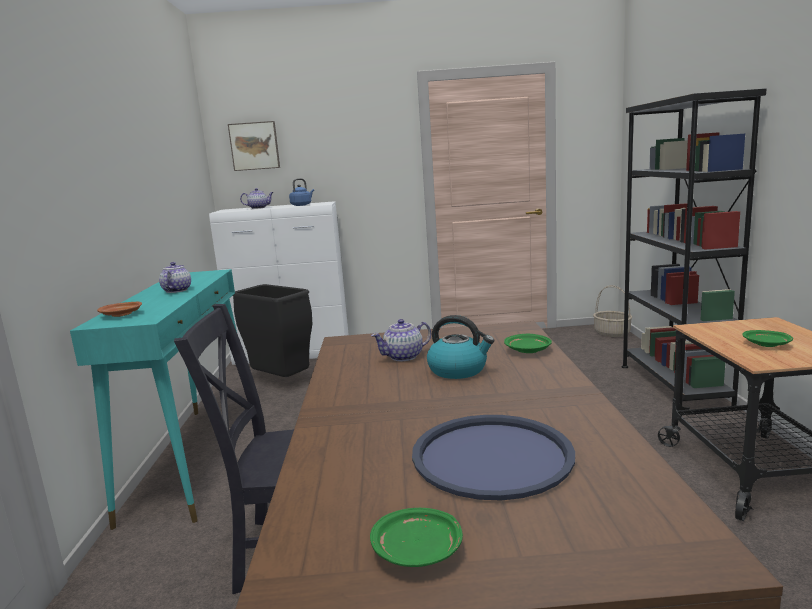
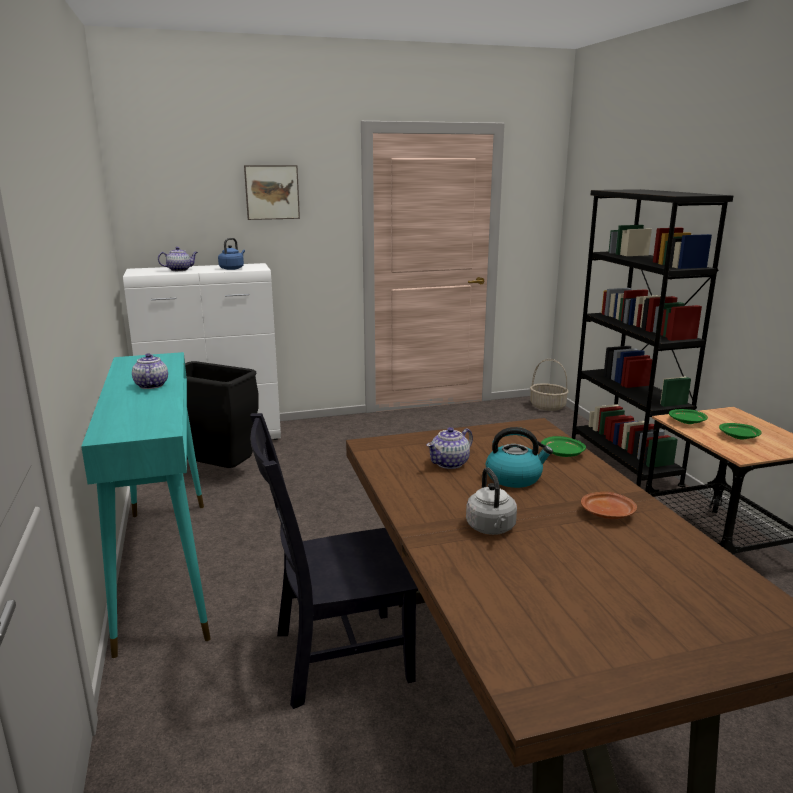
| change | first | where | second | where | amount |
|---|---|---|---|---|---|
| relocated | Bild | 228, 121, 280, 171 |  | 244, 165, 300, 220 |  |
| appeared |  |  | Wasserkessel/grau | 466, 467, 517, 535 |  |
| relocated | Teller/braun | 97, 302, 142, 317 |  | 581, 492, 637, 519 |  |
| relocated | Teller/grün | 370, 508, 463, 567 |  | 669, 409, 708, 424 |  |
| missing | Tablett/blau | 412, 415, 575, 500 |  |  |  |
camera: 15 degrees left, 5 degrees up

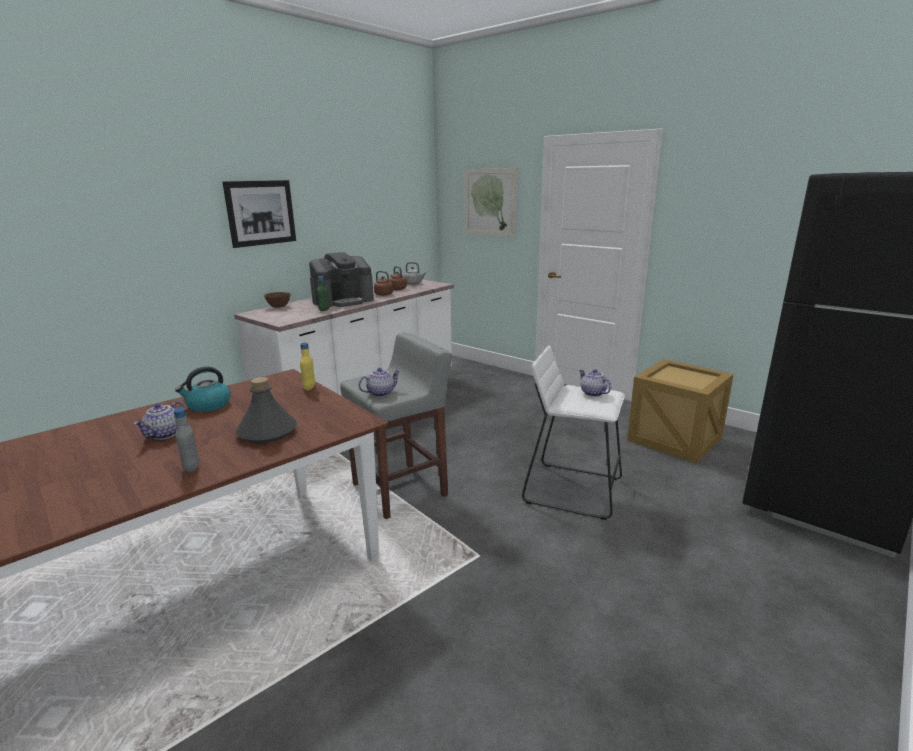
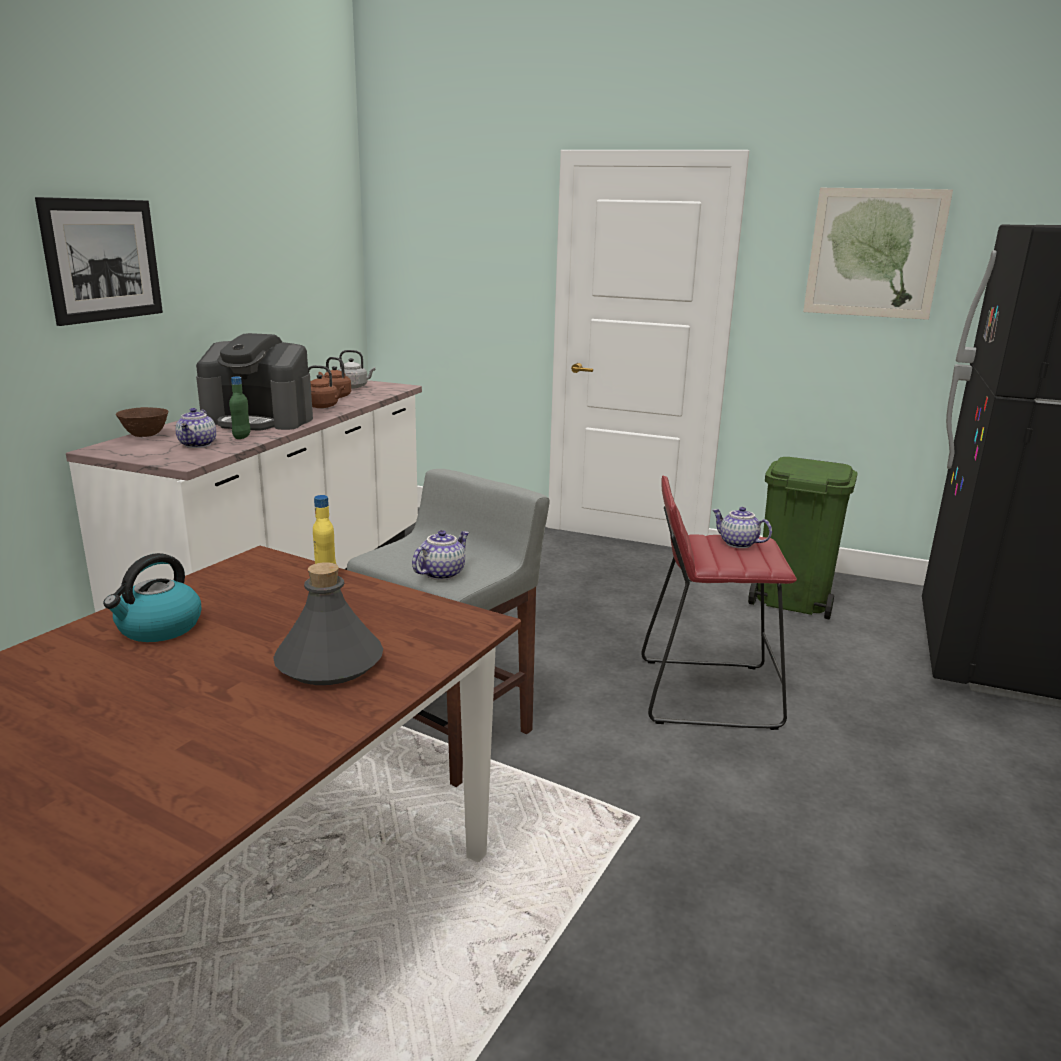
| change | first | where | second | where | amount |
|---|---|---|---|---|---|
| relocated | Teekanne | 134, 401, 185, 440 |  | 175, 408, 216, 448 |  |
| spun | Kaffeemaschine | 309, 252, 374, 307 |  | 196, 333, 313, 431 | 60 degrees clockwise |
| colour | Hocker/weiß | 522, 345, 625, 520 | Hocker/rot | 641, 475, 797, 730 |  |
| exchanged | Kiste | 627, 359, 734, 464 | Mülleimer/grün | 748, 457, 858, 619 |  |
| relocated | Bild | 465, 168, 517, 237 |  | 803, 188, 953, 320 |  |
| missing | Flasche/grau | 173, 408, 199, 473 |  |  |  |
camera: 20 degrees left, 0 degrees up

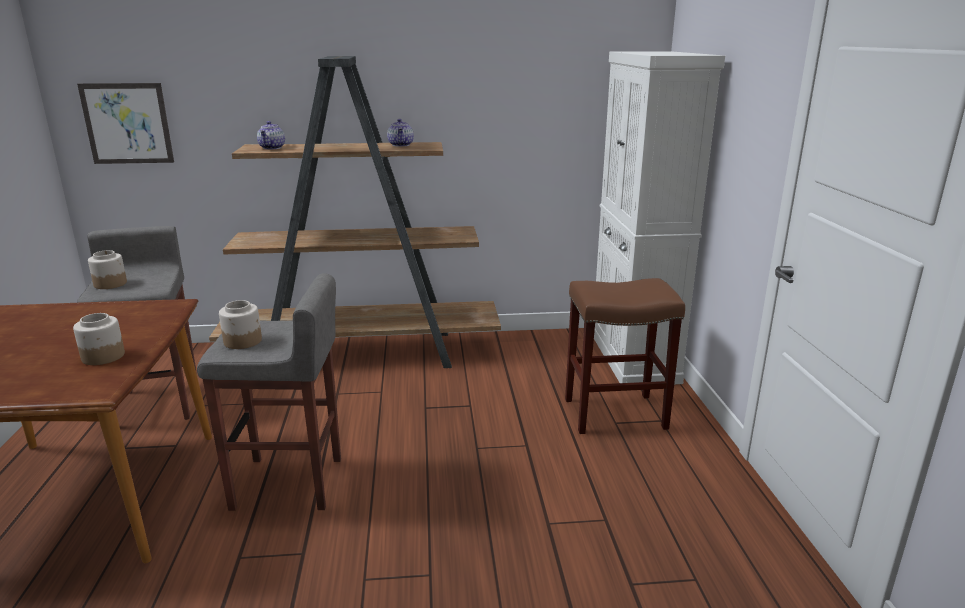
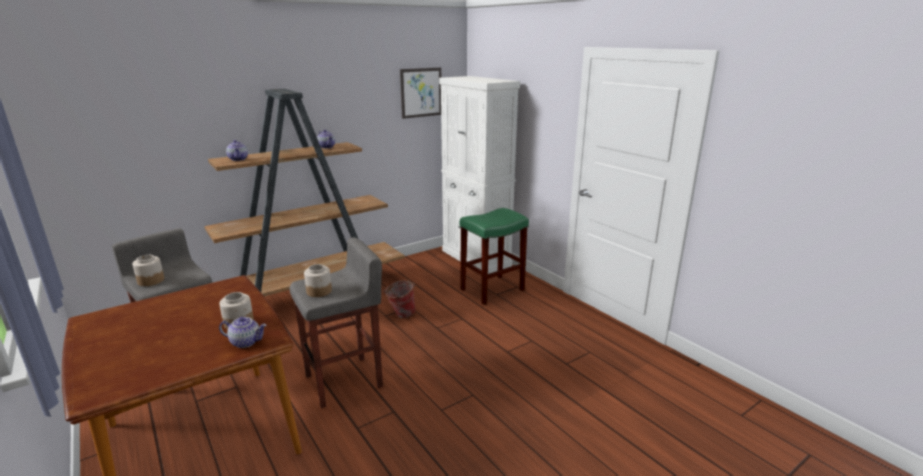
| change | first | where | second | where | amount |
|---|---|---|---|---|---|
| appeared |  |  | Teekanne | 219, 317, 267, 348 |  |
| appeared |  |  | Eimer | 383, 280, 416, 319 |  |
| relocated | Bild | 77, 83, 174, 164 |  | 400, 67, 441, 119 |  |
| colour | Hocker/braun | 565, 278, 685, 434 | Hocker/grün | 460, 208, 529, 305 |  |
camera: 30 degrees left, 0 degrees up

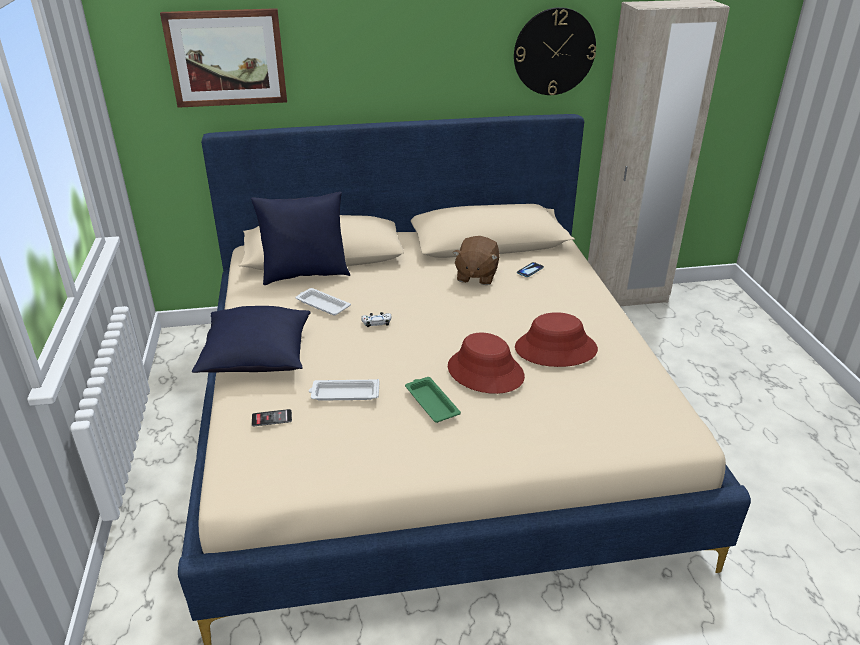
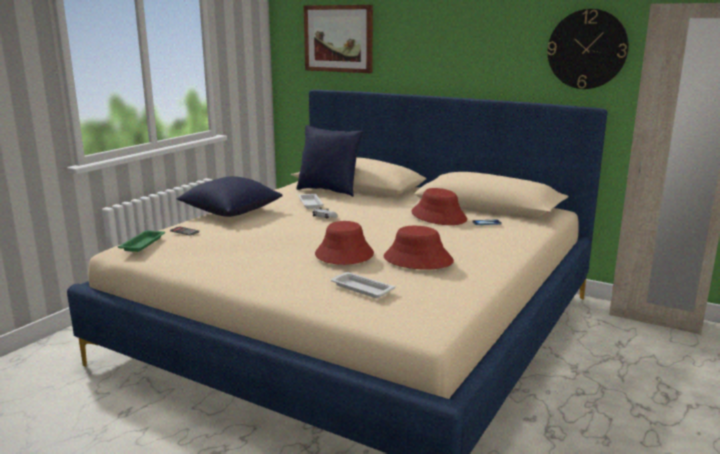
| change | first | where | second | where | amount |
|---|---|---|---|---|---|
| relocated | Tablett/grün | 405, 377, 461, 423 |  | 118, 230, 165, 252 |  |
| relocated | Tablett/weiß | 309, 379, 380, 401 |  | 331, 272, 395, 298 |  |
| exchanged | Plüschtier/braun | 453, 236, 500, 285 | Hut/rot | 411, 188, 467, 225 |  |
camera: 40 degrees right, 15 degrees down

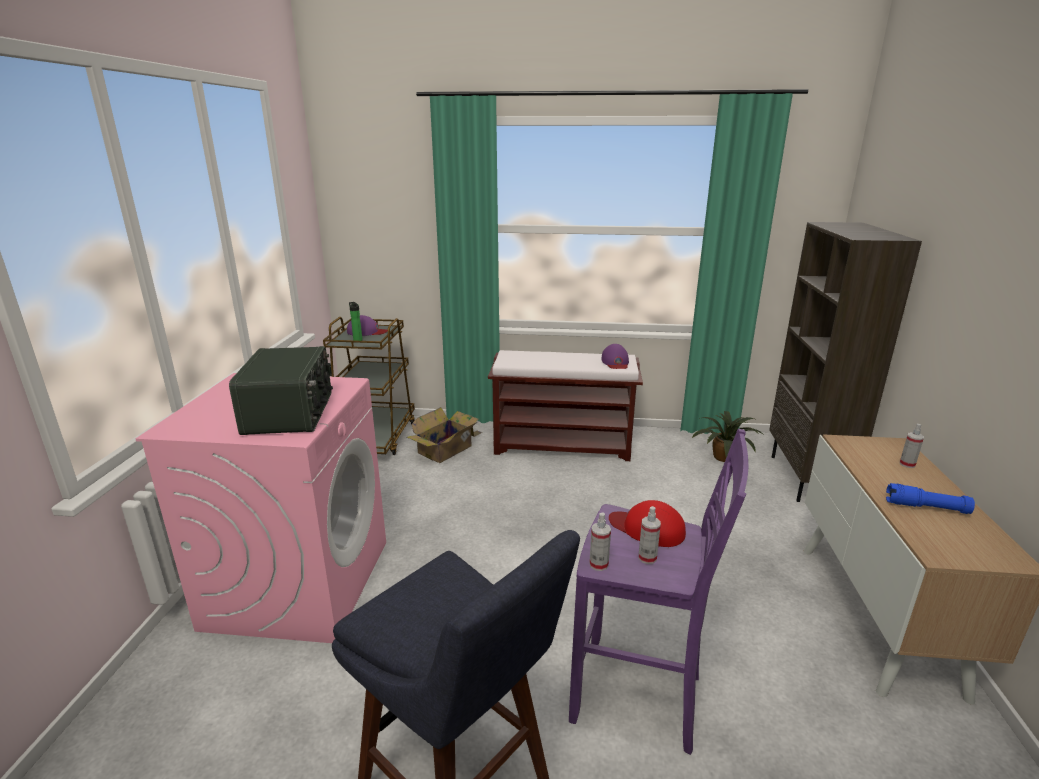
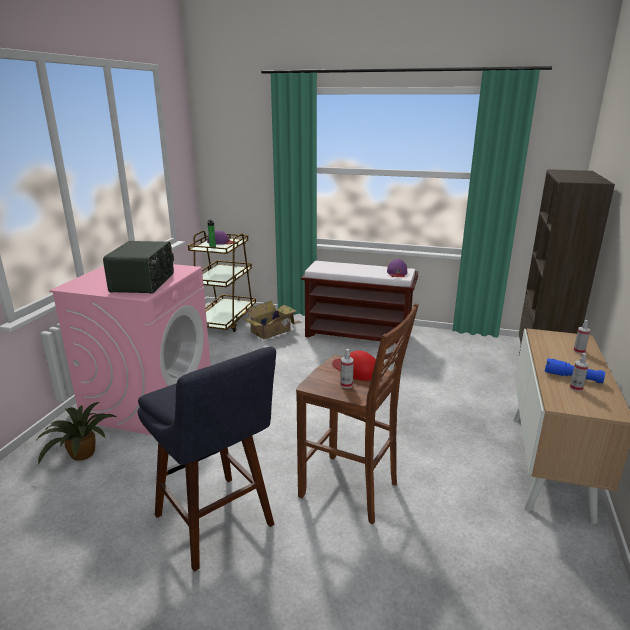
| change | first | where | second | where | amount |
|---|---|---|---|---|---|
| relocated | Topfpflanze | 691, 411, 766, 462 |  | 37, 402, 118, 465 |  |
| colour | Hocker/lila | 569, 429, 748, 755 | Hocker/braun | 296, 303, 419, 524 |  |
| relocated | Sprühflasche | 589, 513, 611, 571 |  | 570, 353, 589, 391 |  |
camera: 10 degrees right, 0 degrees up

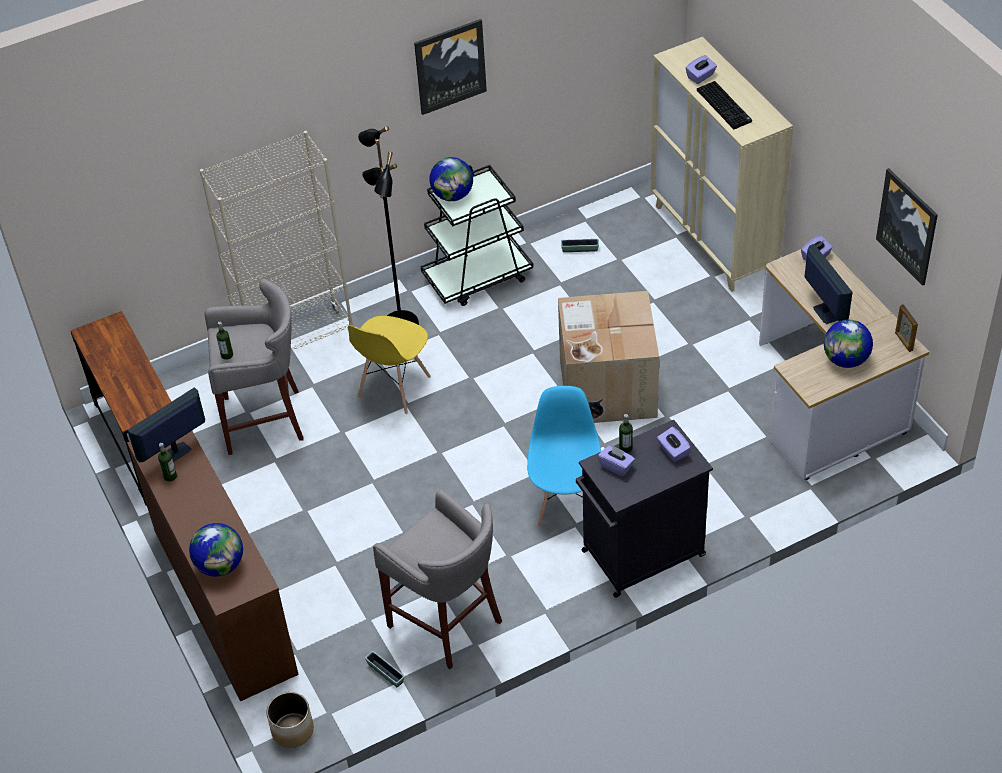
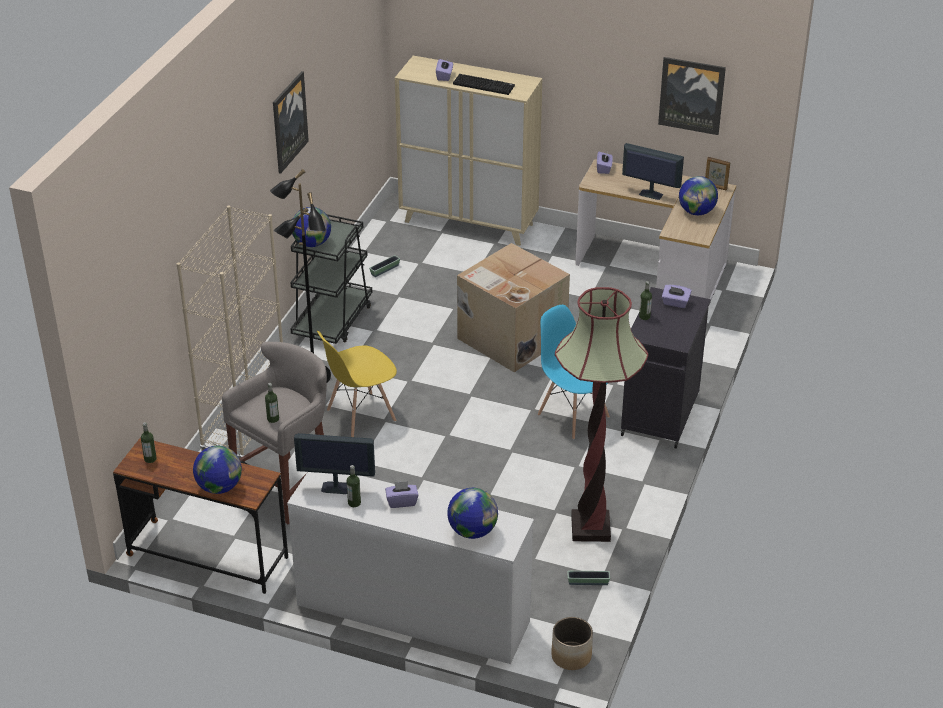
| change | first | where | second | where | amount |
|---|---|---|---|---|---|
| appeared |  |  | Flasche | 141, 422, 157, 463 |  |
| appeared |  |  | Globus | 193, 446, 242, 494 |  |
| colour | Kommode/braun | 127, 431, 299, 701 | Kommode/weiß | 287, 472, 534, 664 |  |
| spun | Monitor | 127, 387, 205, 462 |  | 294, 433, 375, 494 | 90 degrees counterclockwise |
| spun | Stuhl/gelb | 348, 316, 431, 414 |  | 317, 331, 397, 437 | 75 degrees clockwise |
| relocated | Taschentuchbox/lila | 598, 446, 635, 476 |  | 385, 481, 419, 508 |  |
| exchanged | Hocker/grau | 373, 490, 502, 670 | Stehlampe | 555, 287, 648, 542 |  |
camera: 45 degrees left, 10 degrees down

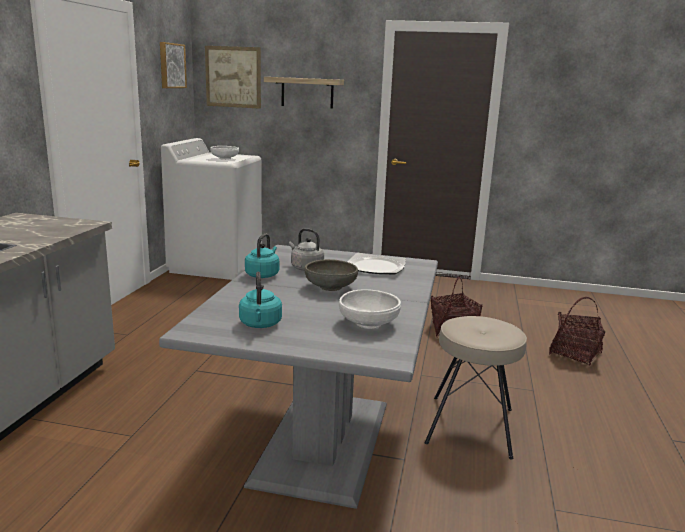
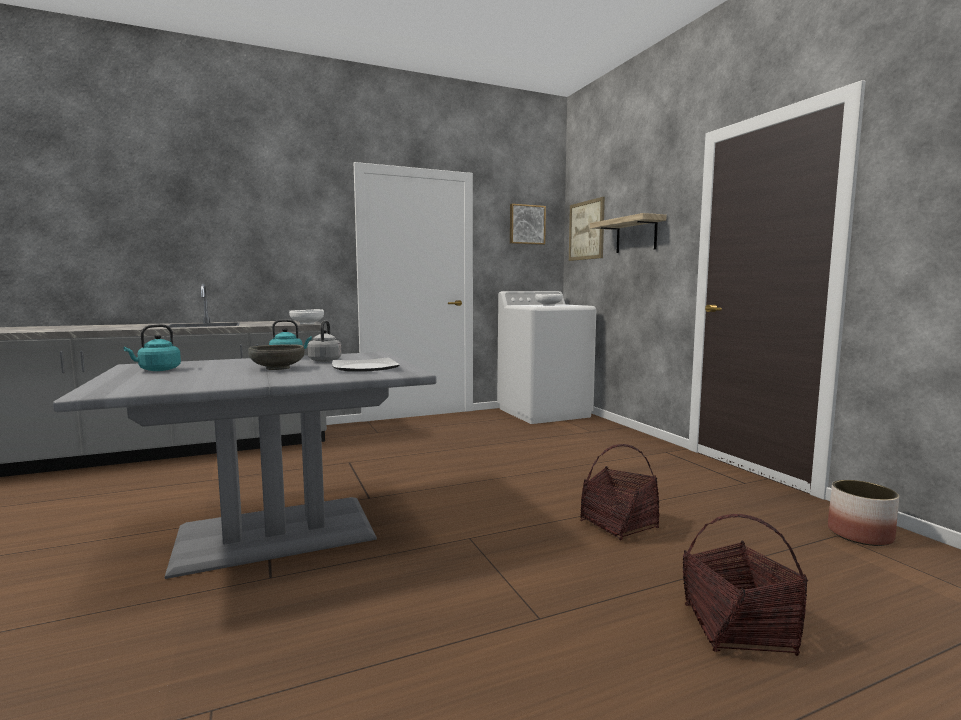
| change | first | where | second | where | amount |
|---|---|---|---|---|---|
| relocated | Schüssel/weiß | 339, 289, 401, 329 |  | 289, 309, 324, 324 |  |
| appeared |  |  | Pflanzkübel | 828, 480, 899, 546 |  |
| missing | Hocker/beige | 424, 316, 527, 459 |  |  |  |
camera: 55 degrees right, 10 degrees down

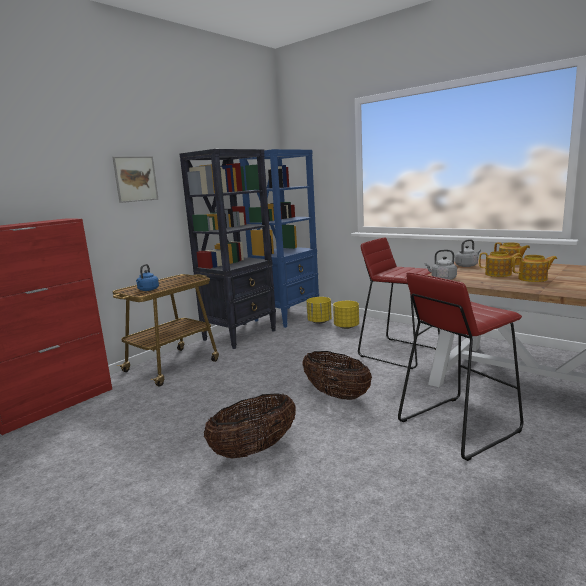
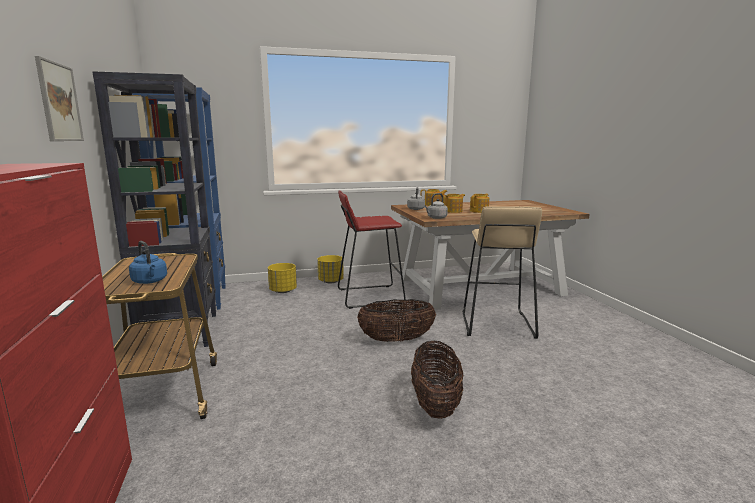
| change | first | where | second | where | amount |
|---|---|---|---|---|---|
| relocated | Pflanzkübel/gelb | 306, 297, 332, 324 |  | 317, 255, 344, 283 |  |
| colour | Hocker/rot | 398, 272, 523, 461 | Hocker/beige | 462, 206, 542, 339 |  |
camera: 55 degrees left, 0 degrees up

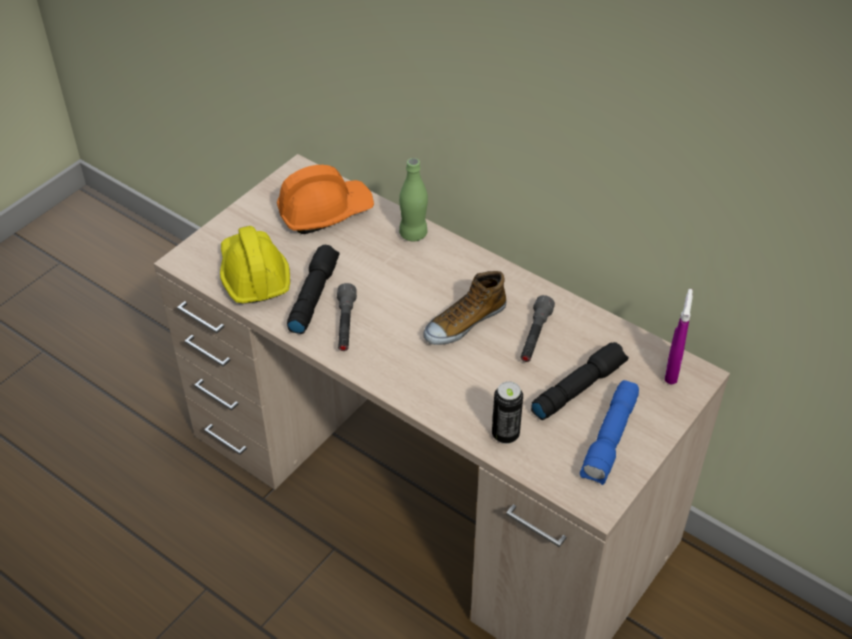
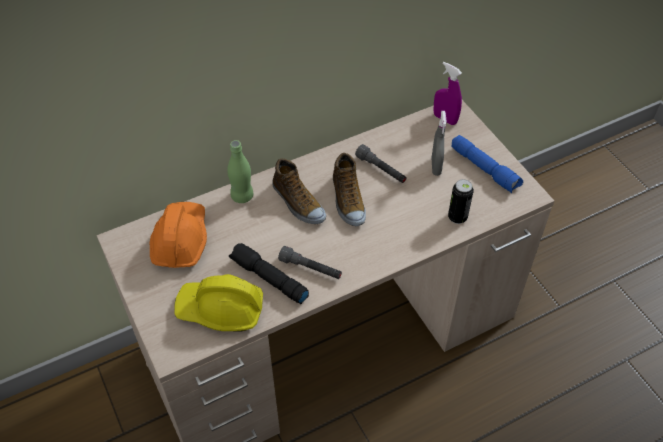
| change | first | where | second | where | amount |
|---|---|---|---|---|---|
| appeared |  |  | Schuh | 272, 159, 326, 224 |  |
| exchanged | Taschenlampe/schwarz | 531, 342, 628, 420 | Sprühflasche/grau | 432, 111, 446, 176 |  |
camera: 65 degrees left, 5 degrees up

